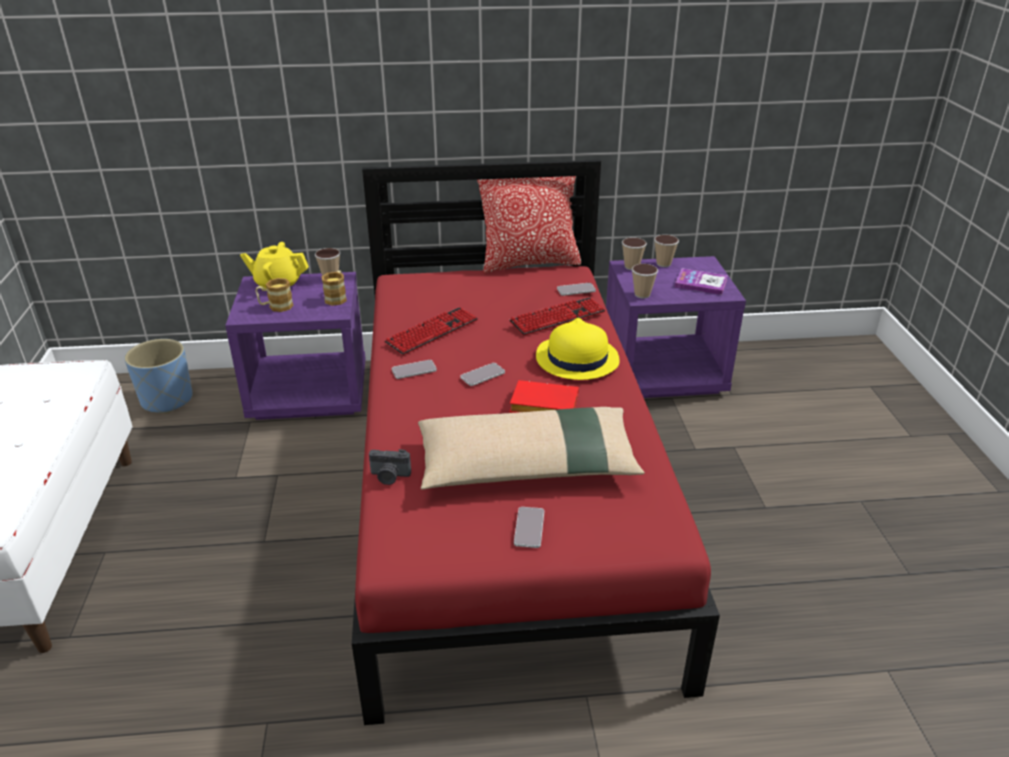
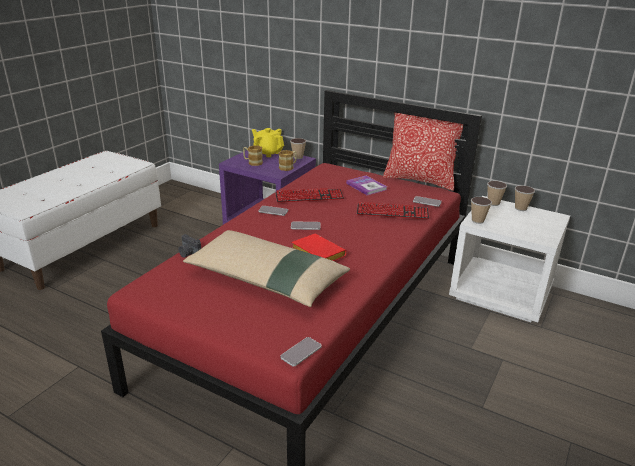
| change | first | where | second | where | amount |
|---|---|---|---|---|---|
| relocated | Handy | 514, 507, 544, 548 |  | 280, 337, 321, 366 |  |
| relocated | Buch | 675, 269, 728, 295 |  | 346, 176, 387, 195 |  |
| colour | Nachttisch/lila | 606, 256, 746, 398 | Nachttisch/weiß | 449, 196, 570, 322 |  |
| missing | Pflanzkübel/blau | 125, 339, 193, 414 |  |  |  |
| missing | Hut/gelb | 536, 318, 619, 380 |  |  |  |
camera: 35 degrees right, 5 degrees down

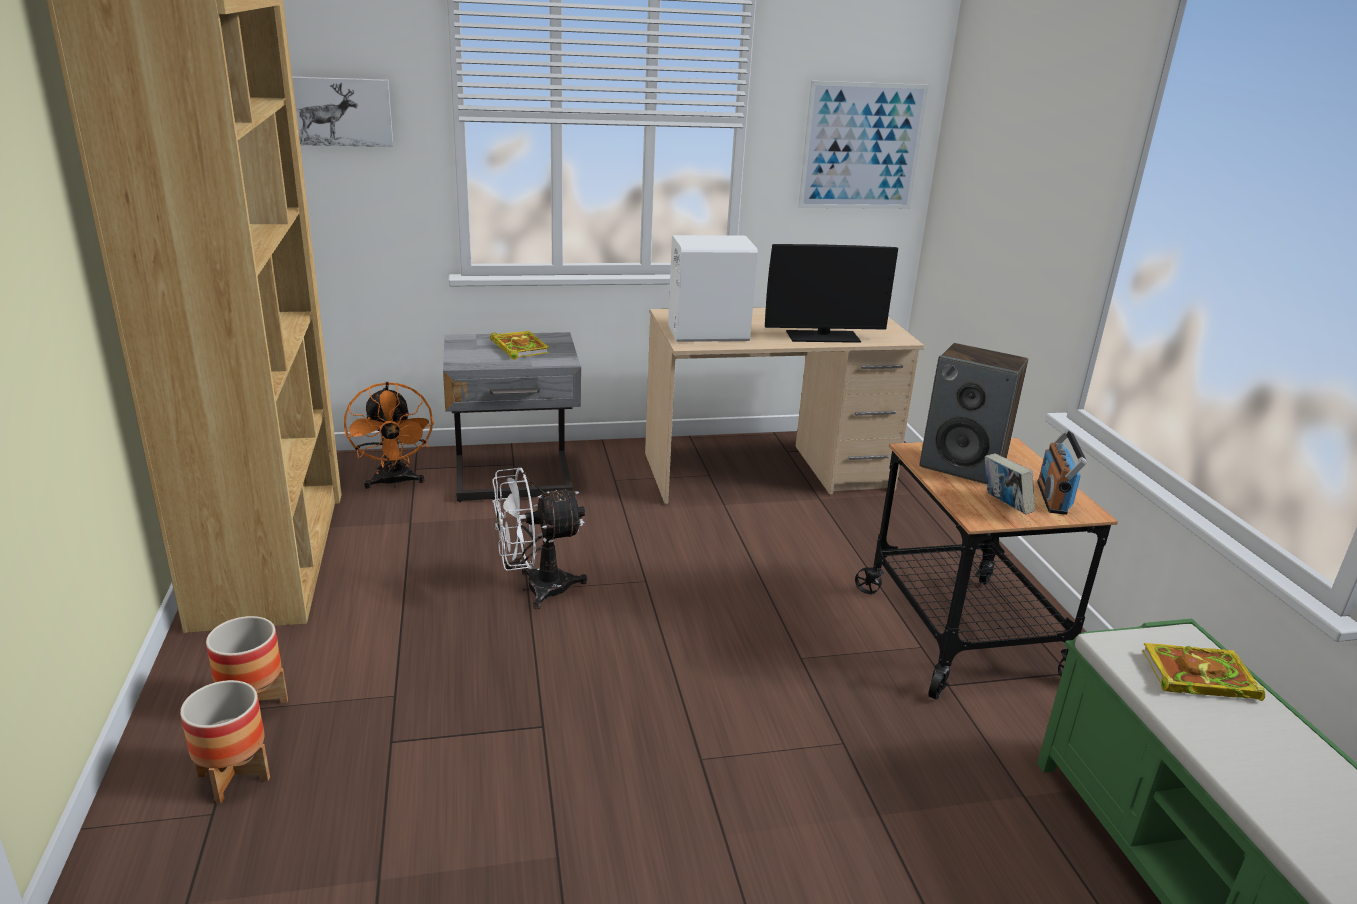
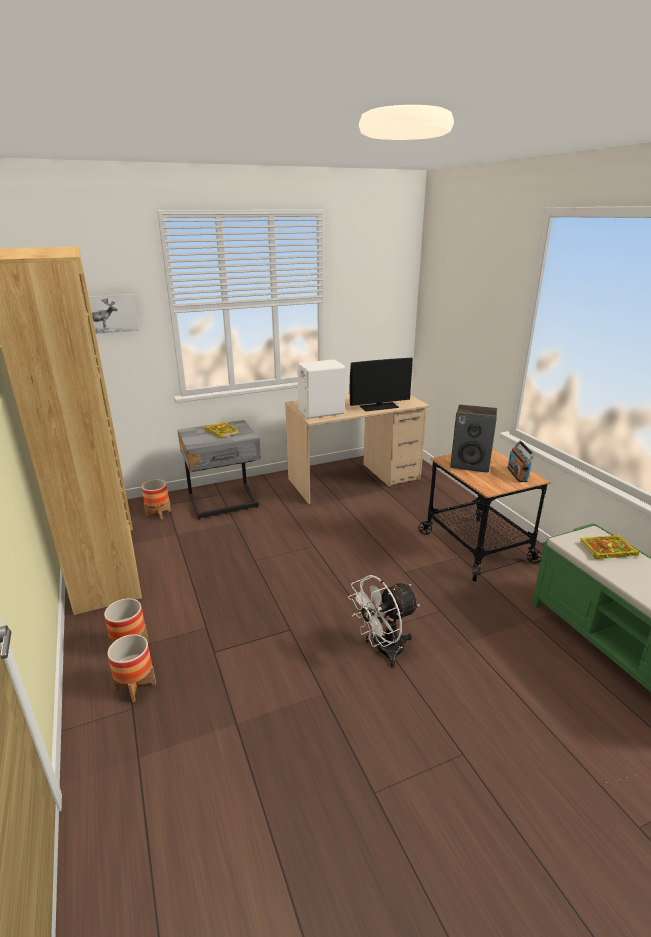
| change | first | where | second | where | amount |
|---|---|---|---|---|---|
| exchanged | Ventilator/orange | 344, 382, 434, 489 | Pflanzkübel | 142, 479, 171, 520 |  |
| relocated | Ventilator/weiß | 492, 468, 587, 609 |  | 348, 575, 419, 668 |  |
| missing | Bild | 798, 81, 929, 209 |  |  |  |
| missing | Buch | 985, 453, 1035, 514 |  |  |  |
camera: 10 degrees left, 0 degrees up

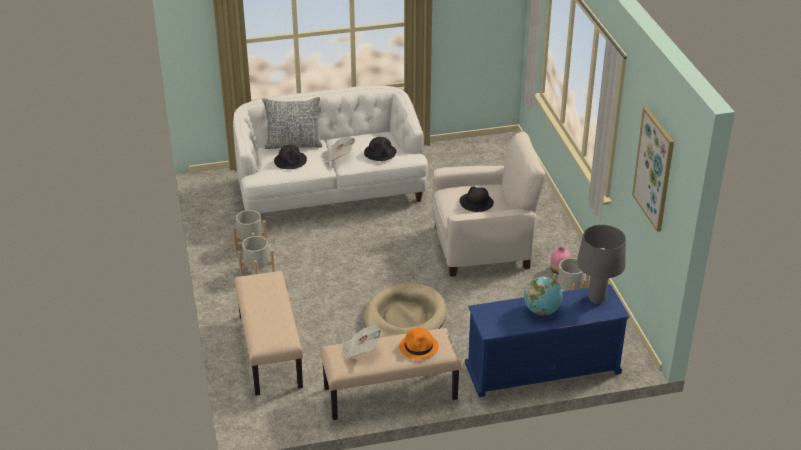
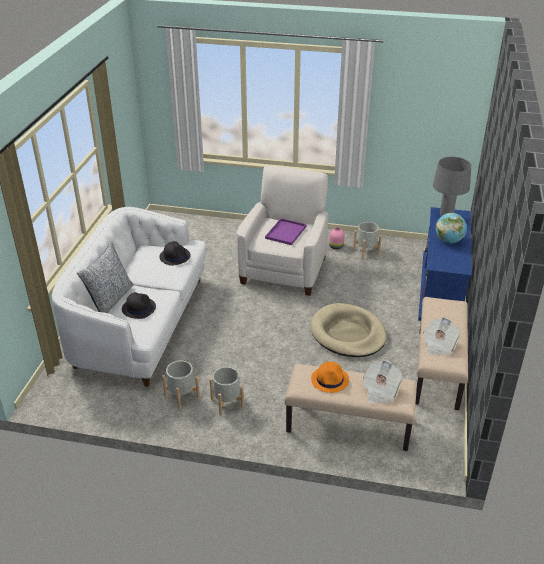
| change | first | where | second | where | amount |
|---|---|---|---|---|---|
| exchanged | Hut/schwarz | 459, 187, 494, 212 | Tablett/lila | 265, 218, 306, 245 |  |
| relocated | Hut/orange | 399, 328, 439, 360 |  | 311, 362, 349, 393 |  |
| relocated | Zeitung | 321, 136, 356, 163 |  | 363, 360, 403, 404 |  |
| missing | Bild | 632, 107, 674, 232 |  |  |  |
camera: 65 degrees left, 0 degrees up

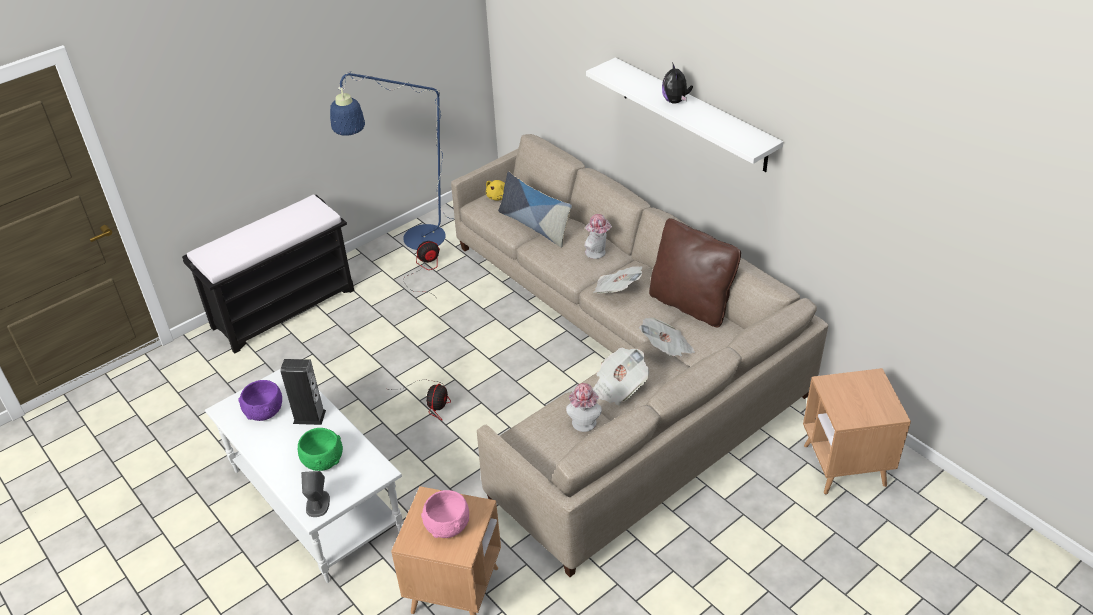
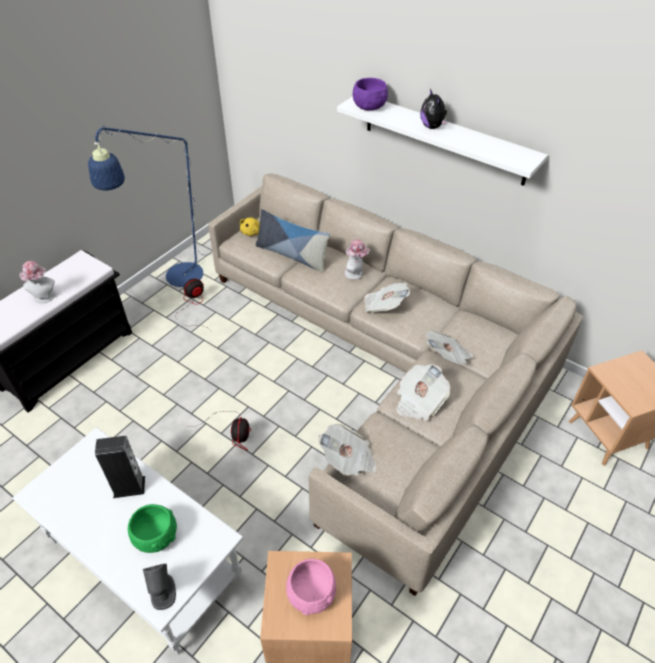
| change | first | where | second | where | amount |
|---|---|---|---|---|---|
| relocated | Hut | 566, 383, 602, 432 |  | 19, 261, 55, 303 |  |
| appeared |  |  | Zeitung | 319, 424, 377, 476 |  |
| relocated | Schüssel/lila | 238, 380, 282, 421 |  | 353, 78, 388, 111 |  |
| missing | Kissen/braun | 649, 218, 741, 327 |  |  |  |
camera: 15 degrees left, 5 degrees up

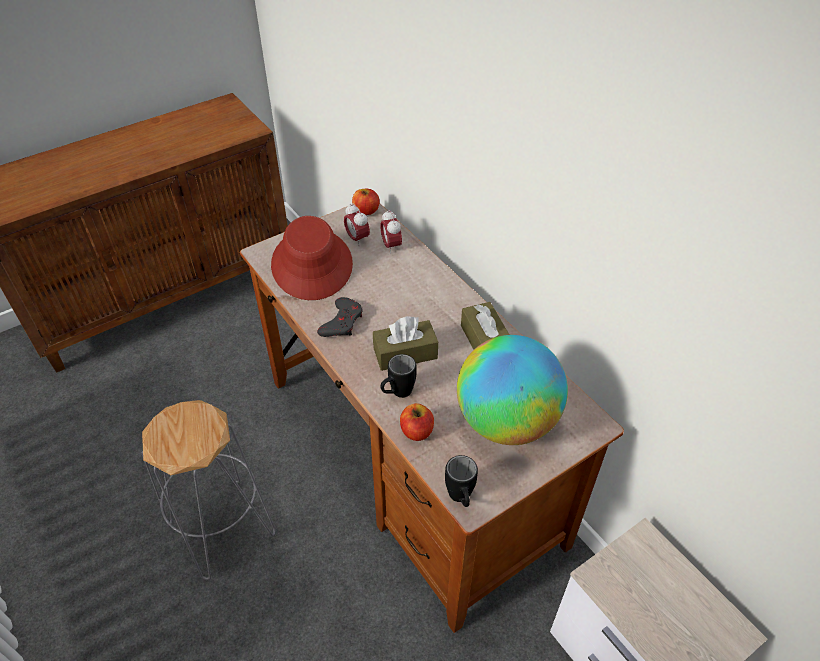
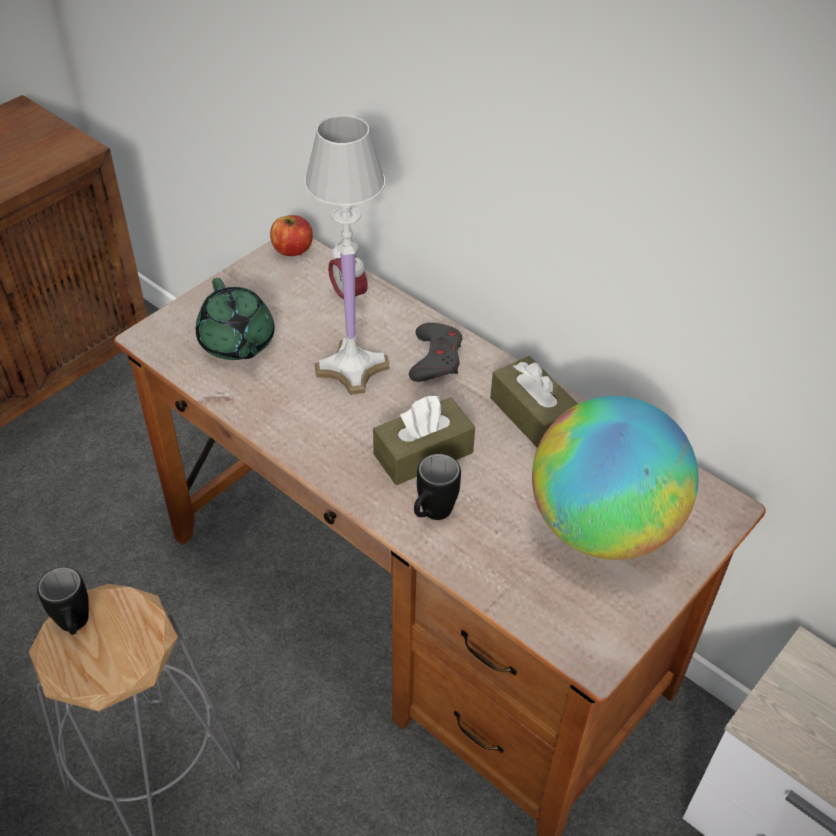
| change | first | where | second | where | amount |
|---|---|---|---|---|---|
| relocated | Henkelbecher/schwarz | 445, 455, 478, 507 |  | 37, 567, 89, 635 |  |
| exchanged | Hut/rot | 271, 216, 353, 300 | Teekanne/grün | 196, 278, 275, 360 |  |
| appeared |  |  | Tischlampe/weiß | 304, 115, 390, 395 |  |
| relocated | Gamepad/grau | 317, 297, 362, 337 |  | 409, 323, 462, 382 |  |
| missing | Wecker | 344, 203, 370, 246 |  |  |  |
| missing | Apfel | 400, 403, 434, 441 |  |  |  |
camera: 15 degrees left, 0 degrees up

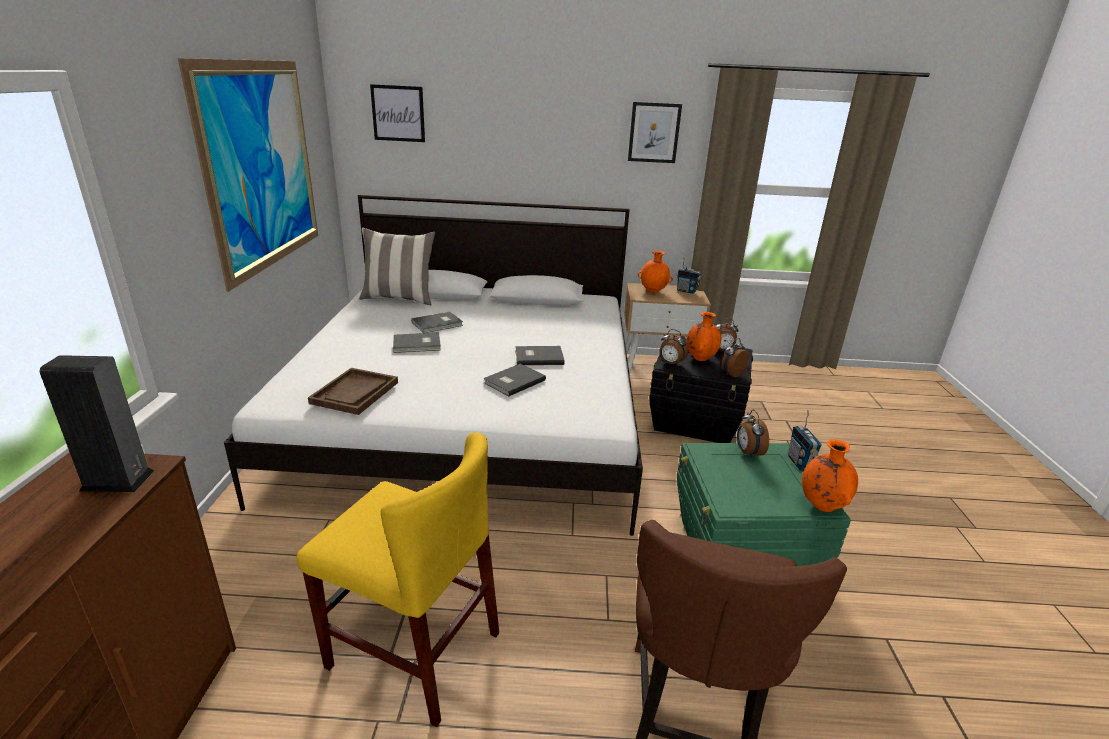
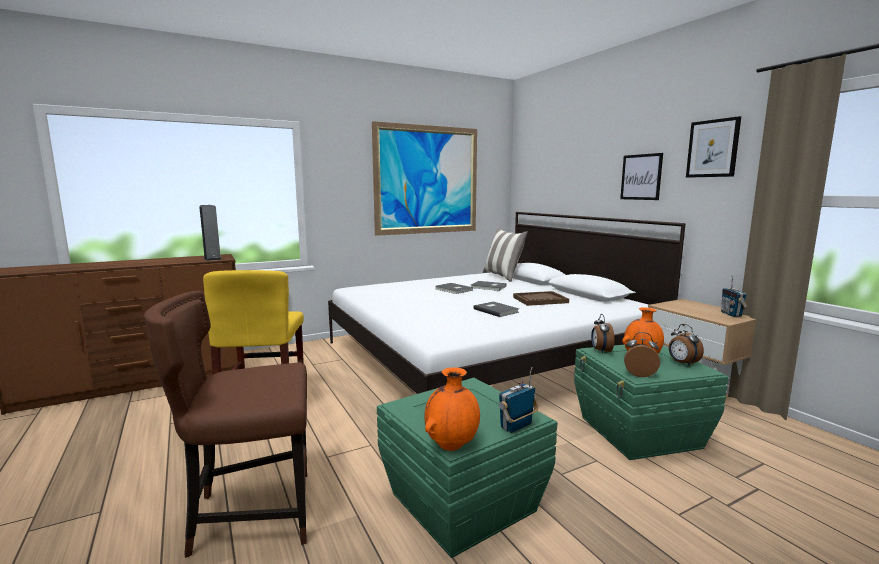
| change | first | where | second | where | amount |
|---|---|---|---|---|---|
| relocated | Tablett/braun | 308, 368, 398, 415 |  | 513, 291, 569, 306 |  |
| colour | Aufbewahrungsbox/schwarz | 649, 338, 753, 443 | Aufbewahrungsbox/grün | 574, 345, 729, 460 |  |
| relocated | Bild | 370, 84, 425, 142 |  | 620, 153, 663, 200 |  |
| missing | Buch/grau | 483, 363, 546, 397 |  |  |  |
| missing | Vase/orange | 638, 251, 673, 293 |  |  |  |
| missing | Wecker | 737, 409, 769, 458 |  |  |  |
camera: 60 degrees right, 15 degrees down

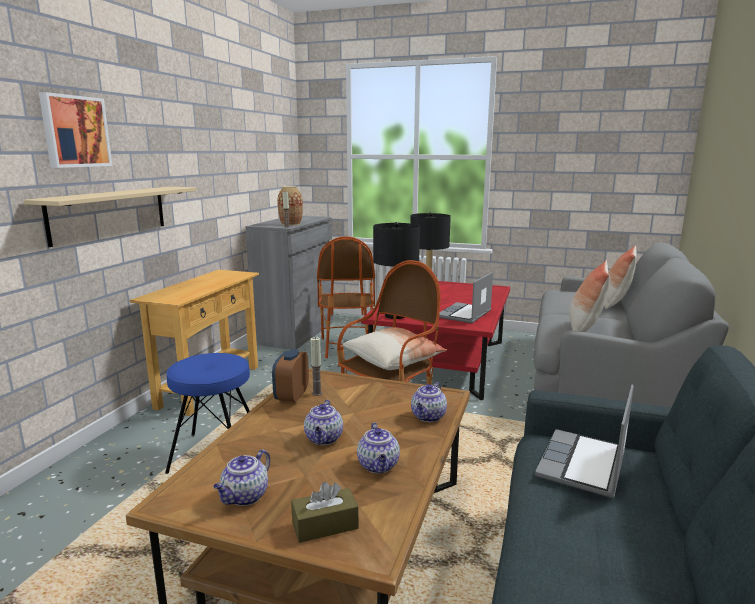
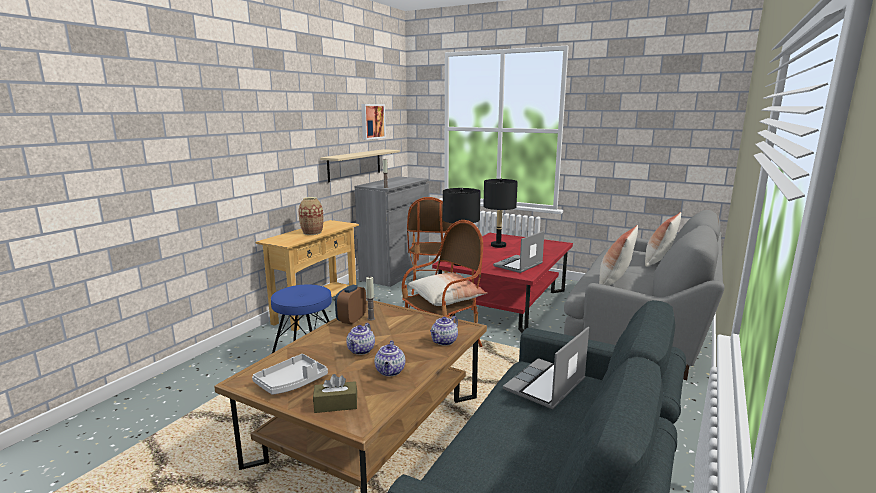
| change | first | where | second | where | amount |
|---|---|---|---|---|---|
| exchanged | Teekanne | 213, 450, 270, 506 | Tablett/grau | 252, 354, 328, 395 |  |
| relocated | Vase | 278, 186, 303, 225 |  | 299, 197, 323, 235 |  |
| relocated | Wandregal/beige | 23, 187, 197, 247 |  | 320, 149, 400, 183 |  |
| relocated | Bild | 39, 92, 113, 168 |  | 361, 104, 386, 140 |  |
camera: 10 degrees right, 0 degrees up

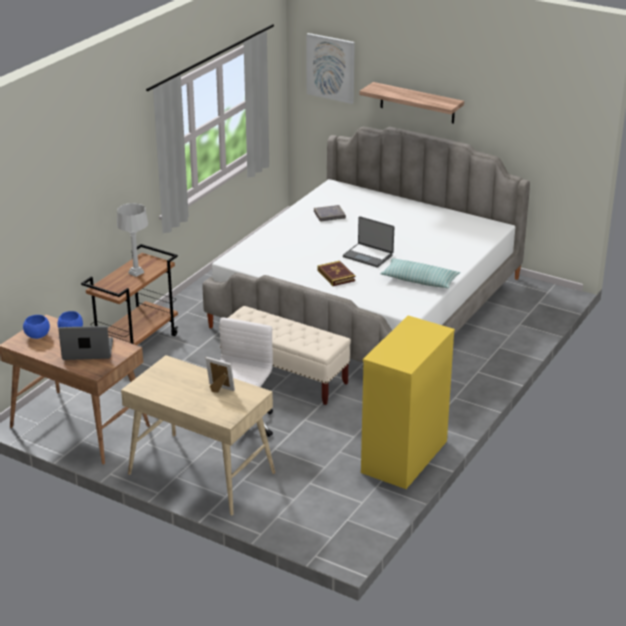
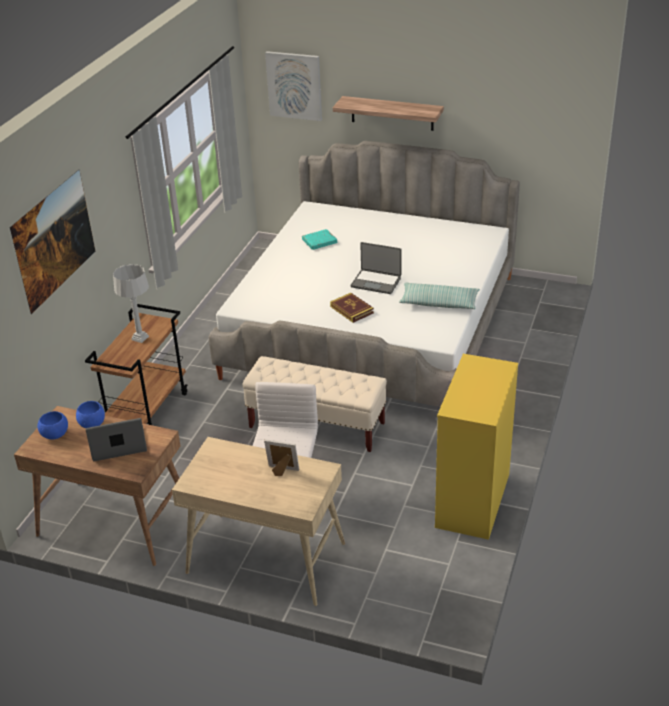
| change | first | where | second | where | amount |
|---|---|---|---|---|---|
| appeared |  |  | Bild | 10, 170, 95, 314 |  |
| colour | Buch/grau | 314, 205, 346, 221 | Buch/türkis | 302, 229, 337, 250 |  |
camera: 10 degrees left, 5 degrees up

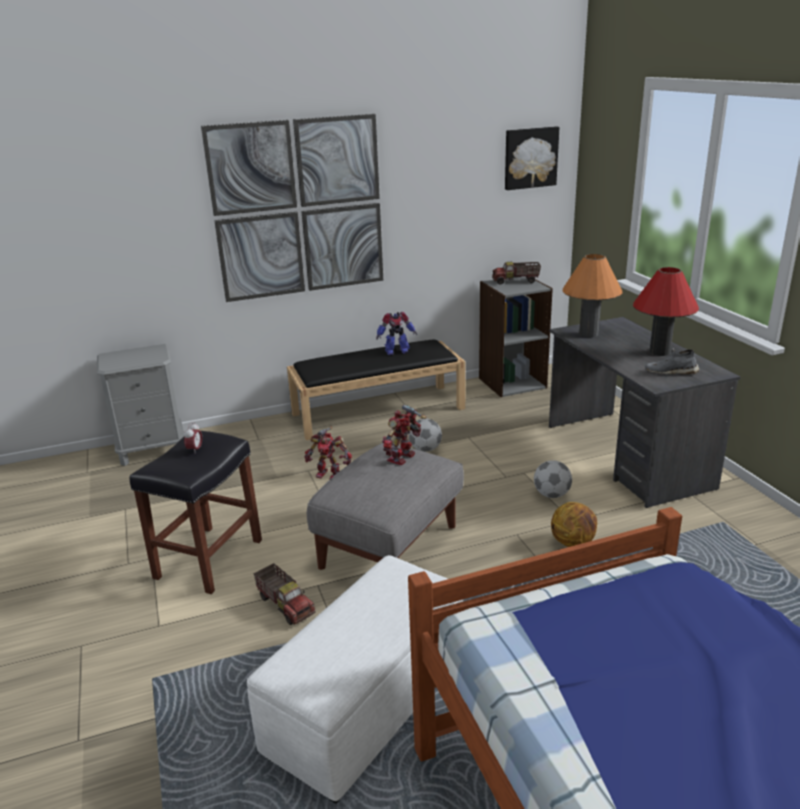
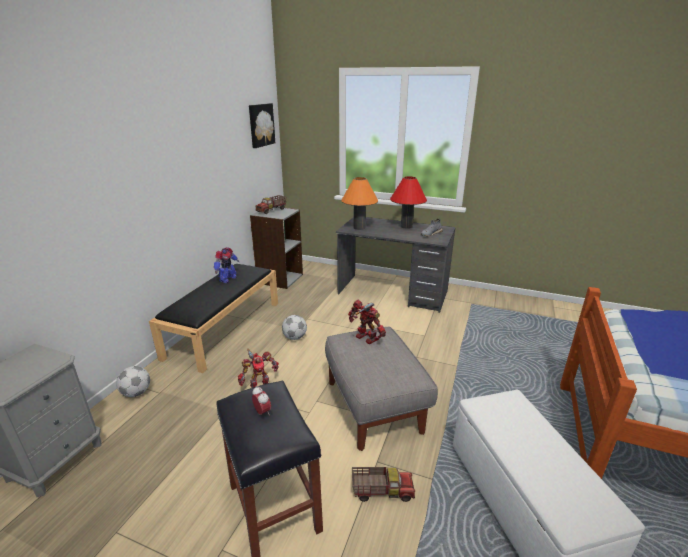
| change | first | where | second | where | amount |
|---|---|---|---|---|---|
| relocated | Fußball | 534, 460, 572, 498 |  | 116, 366, 150, 397 |  |
| spun | Spielzeugroboter | 382, 404, 426, 465 |  | 348, 300, 386, 344 | 150 degrees clockwise |
| missing | Bild | 201, 114, 383, 302 |  |  |  |
| missing | Basketball | 551, 502, 597, 547 |  |  |  |
camera: 50 degrees left, 0 degrees up

